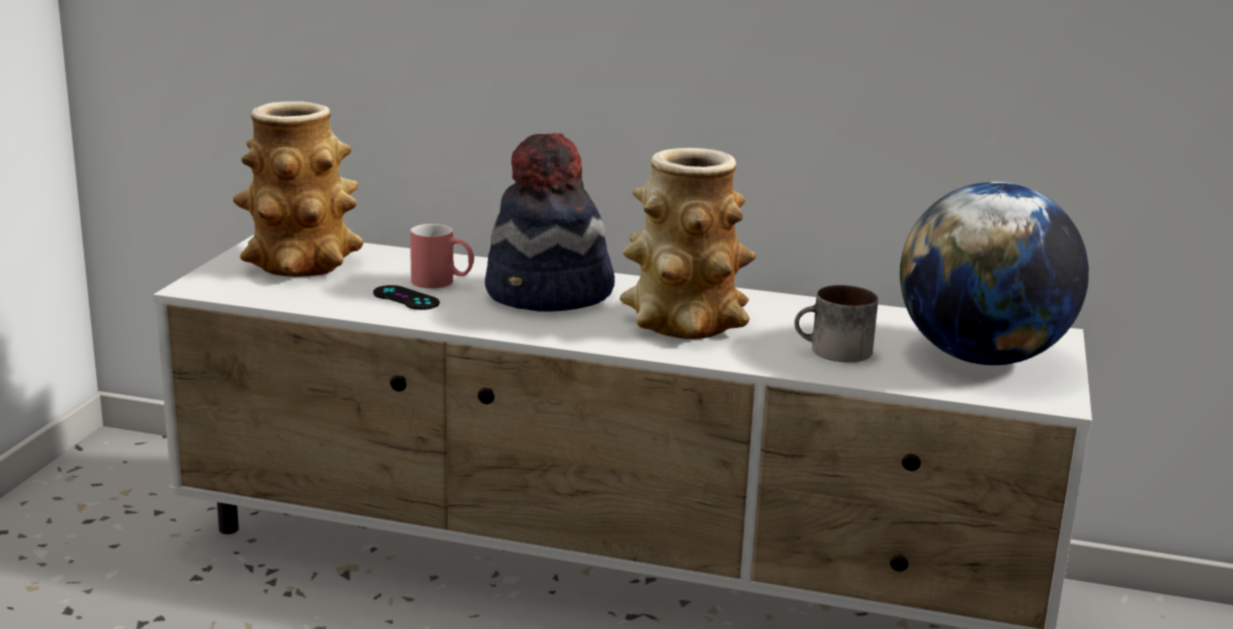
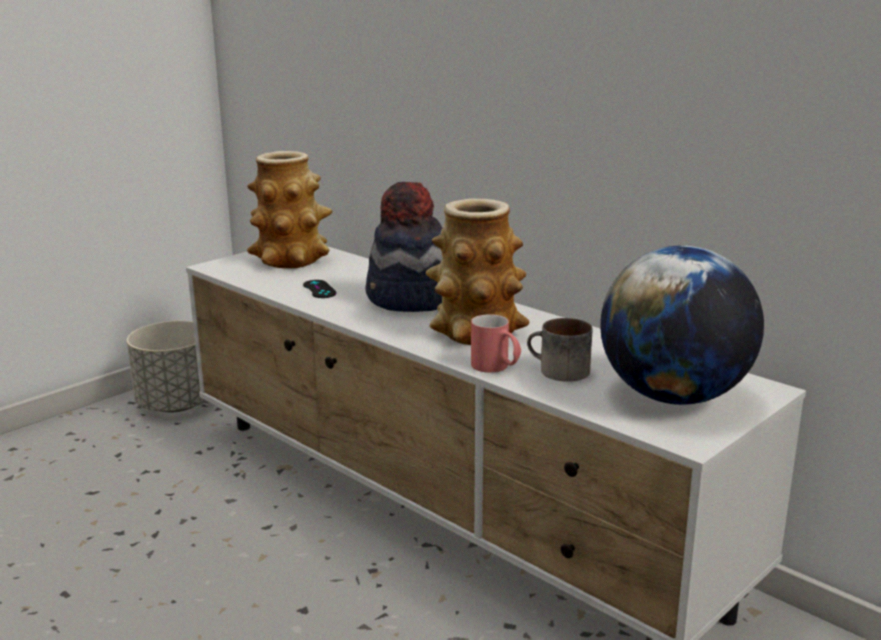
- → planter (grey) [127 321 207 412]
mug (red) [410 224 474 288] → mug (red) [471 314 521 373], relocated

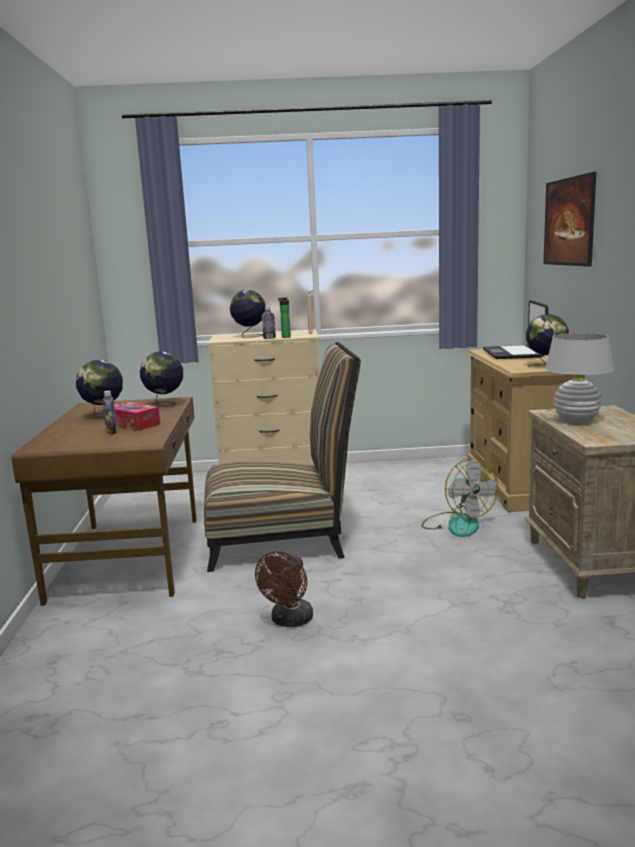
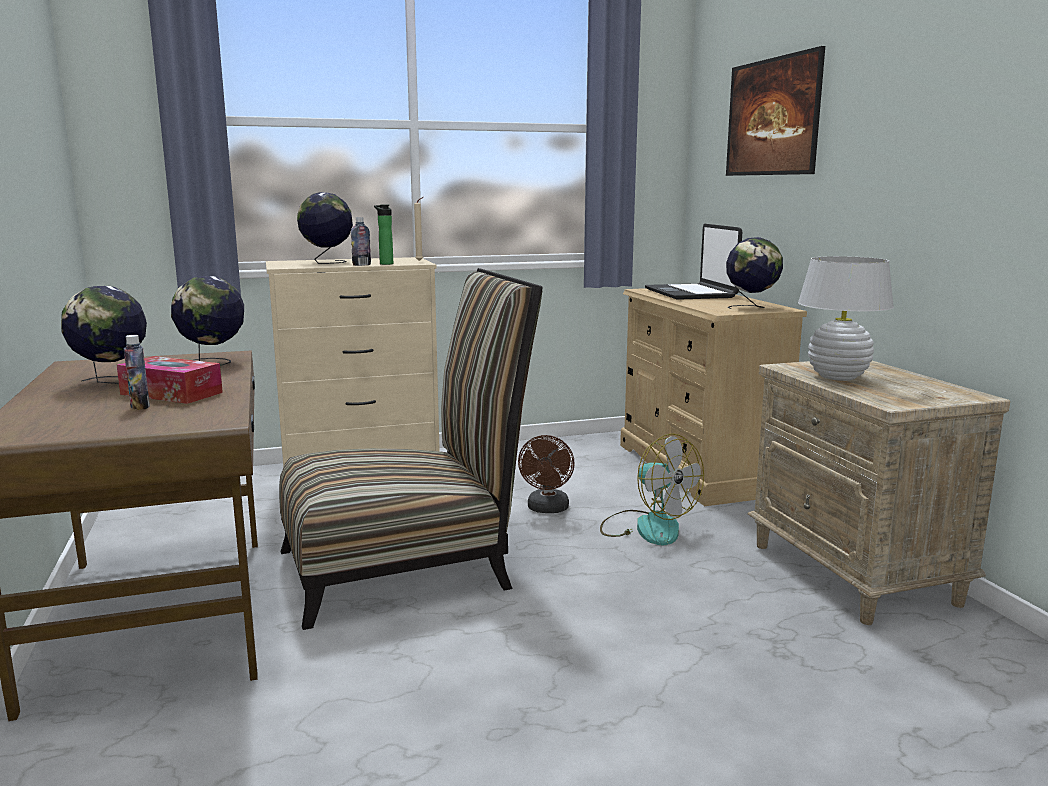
fan (brown) [255 551 313 627] → fan (brown) [518 435 575 513], relocated

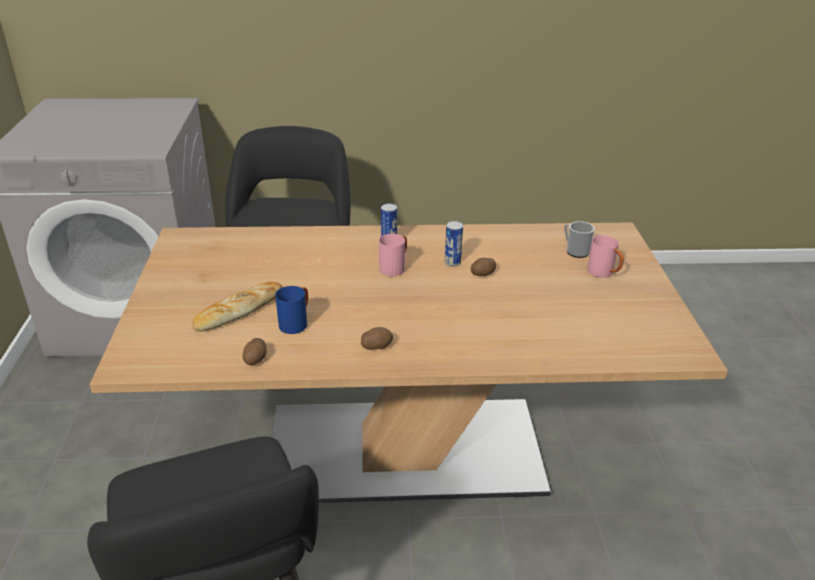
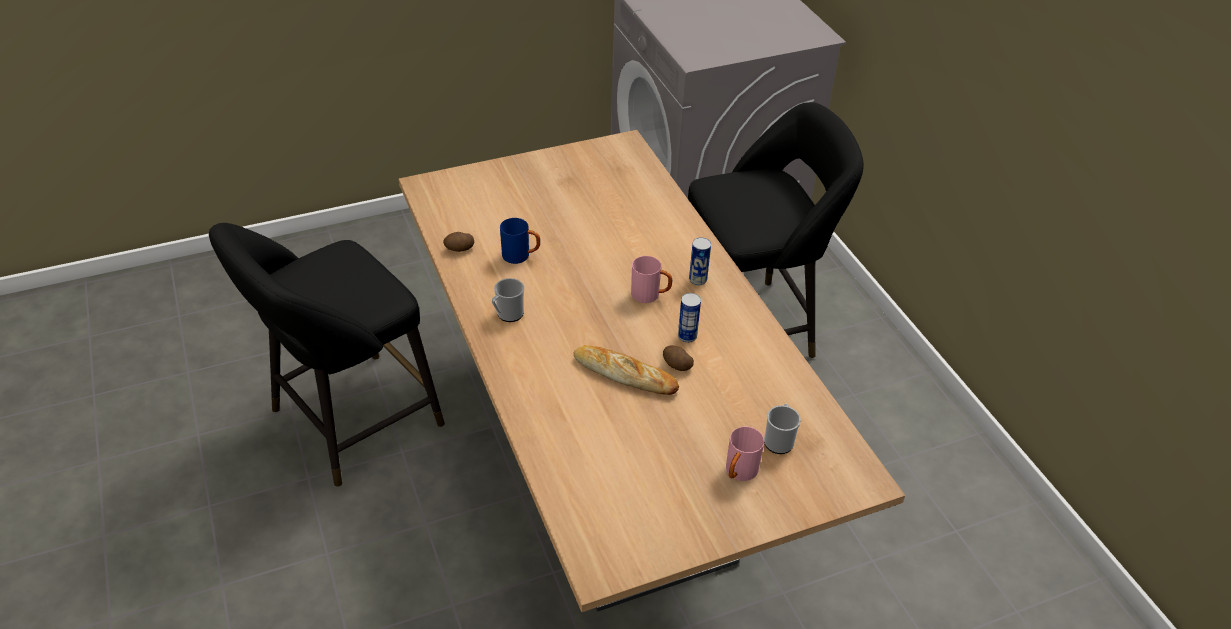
bread [192 282 282 332] → bread [574 345 679 395], relocated
potato [361 327 393 350] → mug [492 278 524 322]

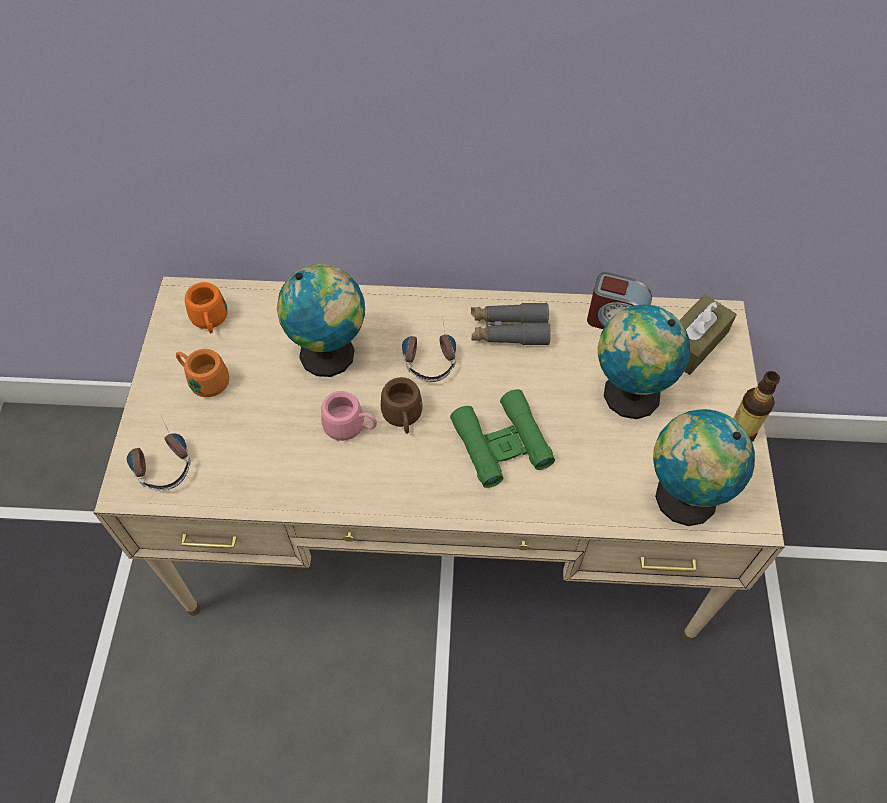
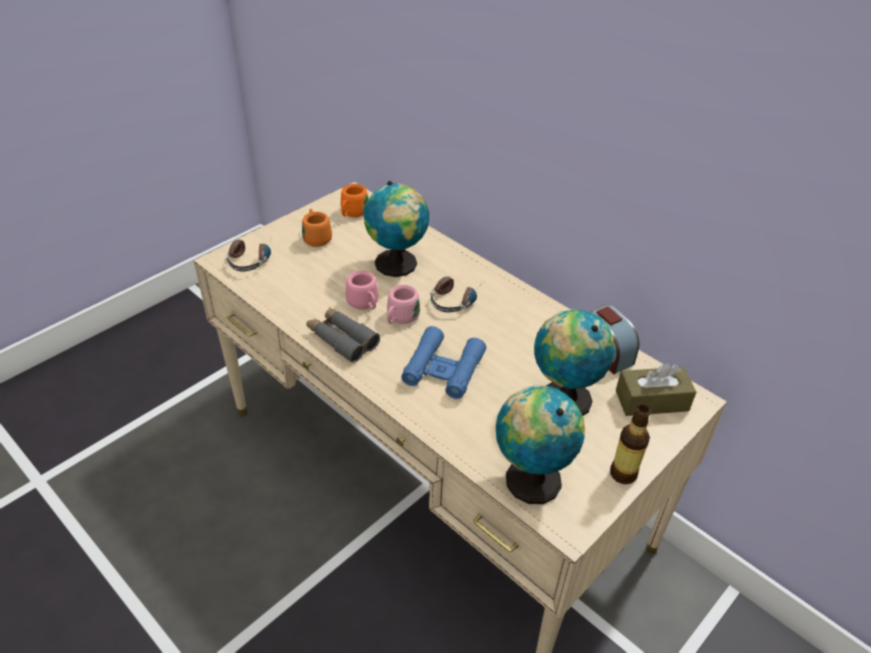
binoculars (grey) [471 302 551 346] → binoculars (grey) [306 307 380 363], relocated
mug (brown) [381 377 423 434] → mug (pink) [387 285 420 324]
binoculars (green) [450 389 555 488] → binoculars (blue) [401 326 486 399]

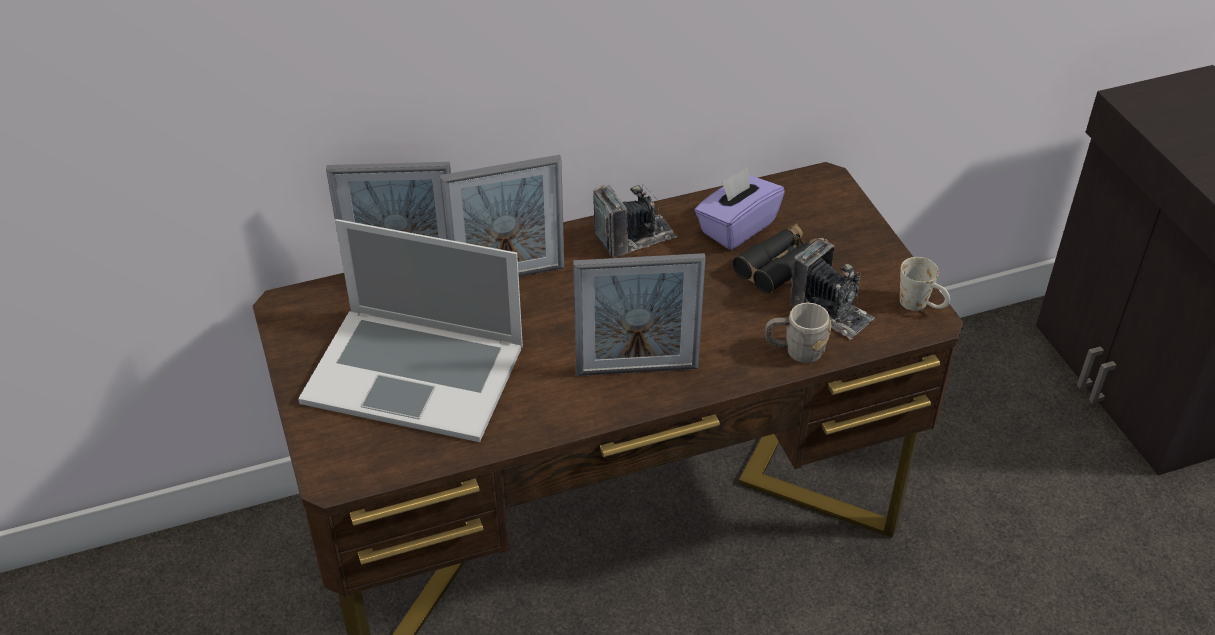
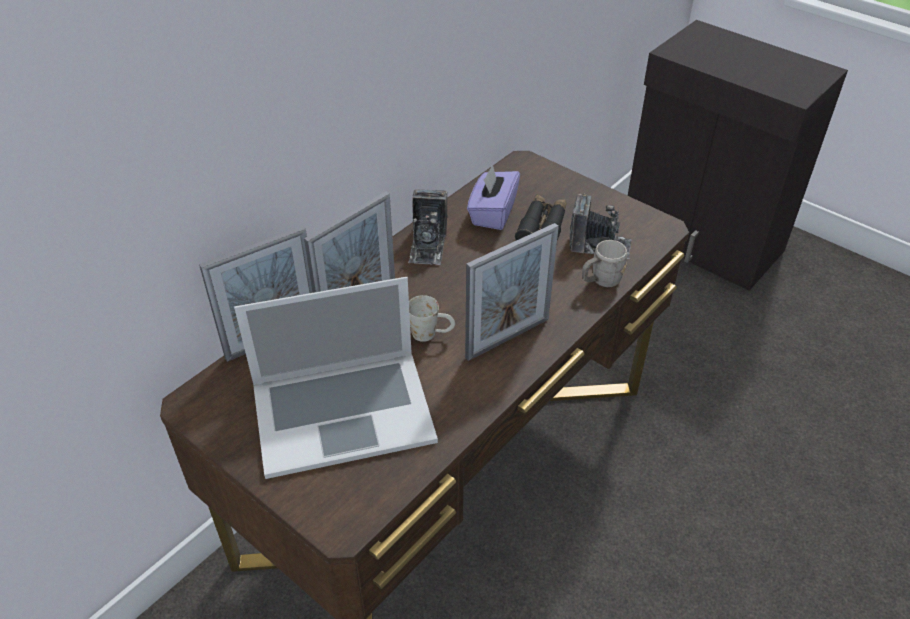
mug (white) [900 257 950 311] → mug (white) [409 295 455 342], relocated
photo camera [593 185 678 258] → photo camera [408 189 447 265], 150 degrees clockwise

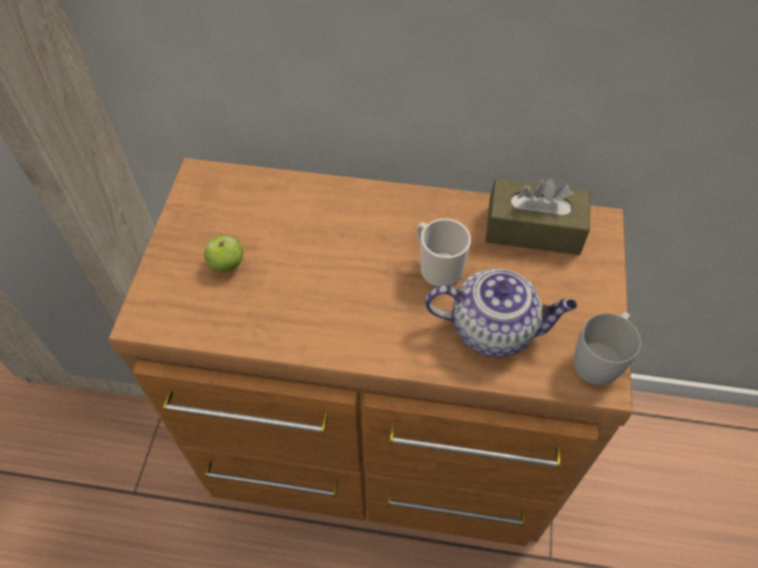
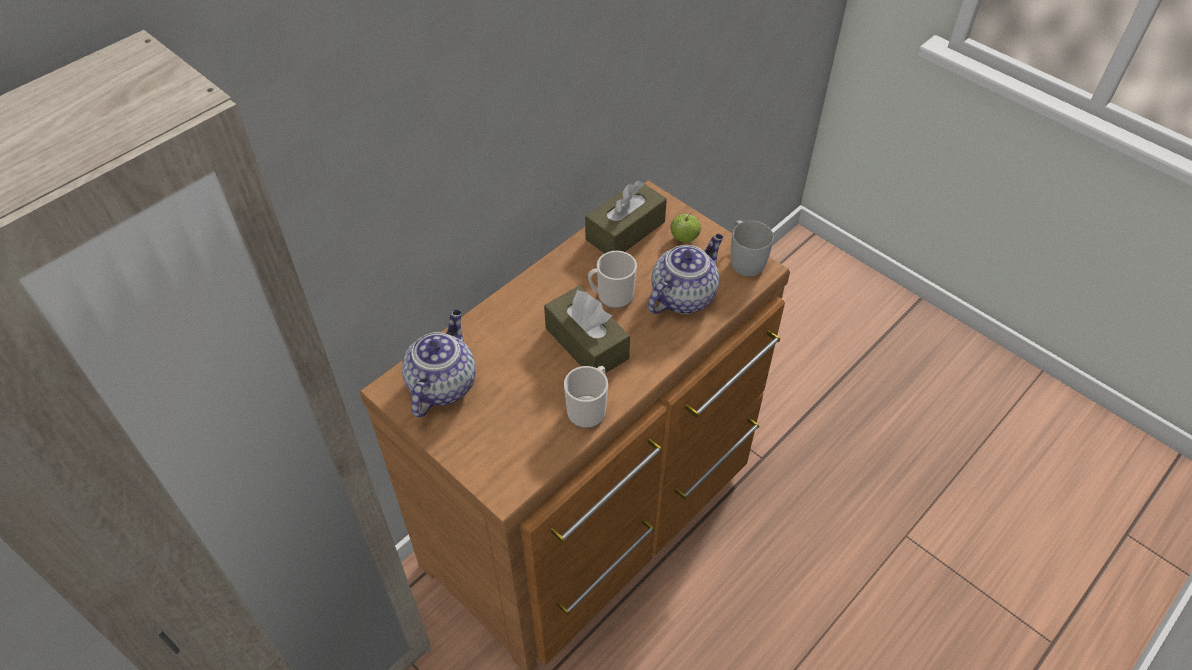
- → teapot [402 310 476 417]
- → tissue box (brown) [544 286 630 373]
- → mug [564 366 608 428]
apple [204 235 243 272] → apple [670 213 701 242], relocated

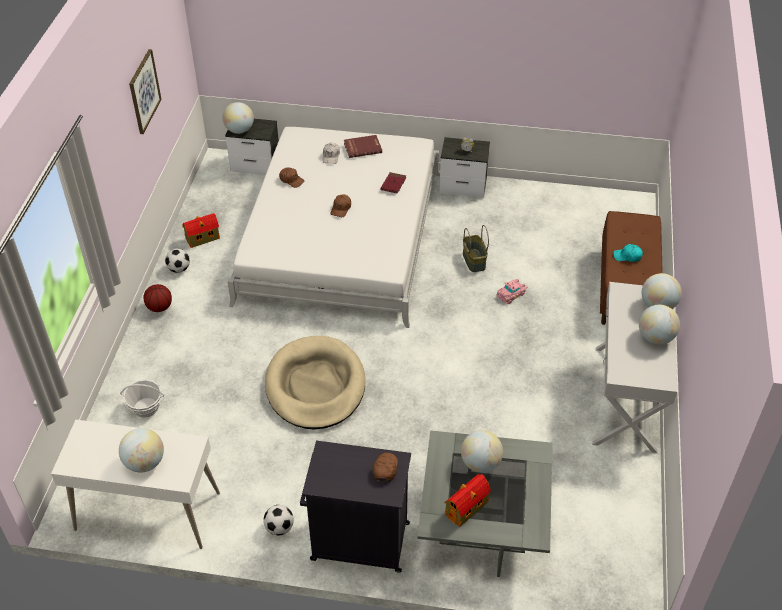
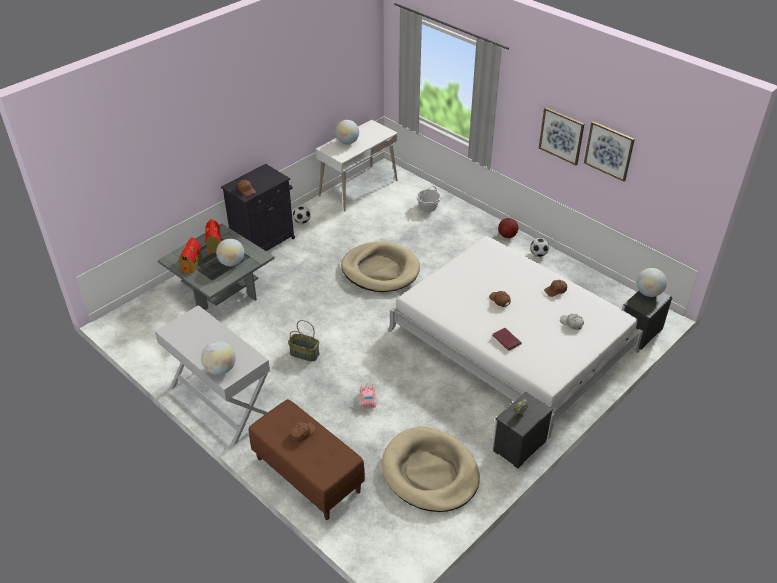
book (red) [344 135 382 158] → -
globe [639 305 680 345] → -
- → dog bed (beige) [382 427 480 512]
- → picture [539 107 584 165]
toy house [183 213 220 248] → toy house [178 238 202 273], relocated
basket [463 225 489 272] → basket [288 320 319 362], relocated
cap (turquoise) [613 244 643 262] → cap (brown) [290 422 316 442]

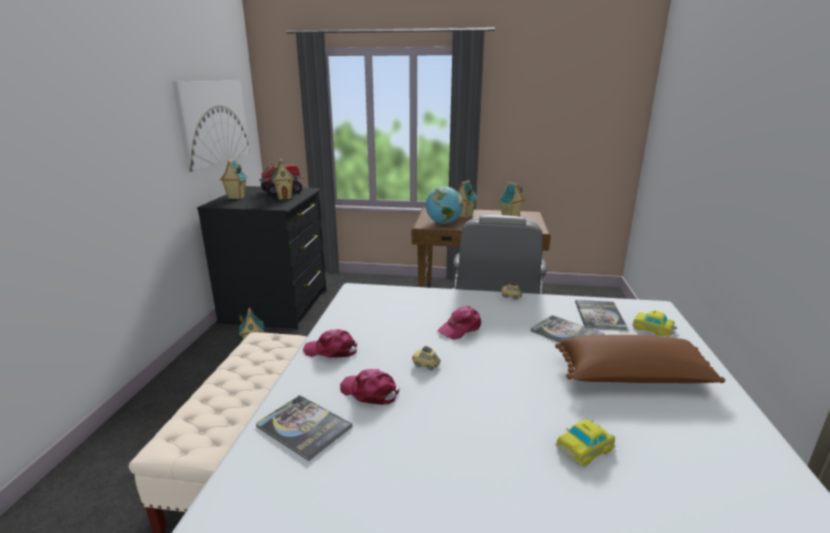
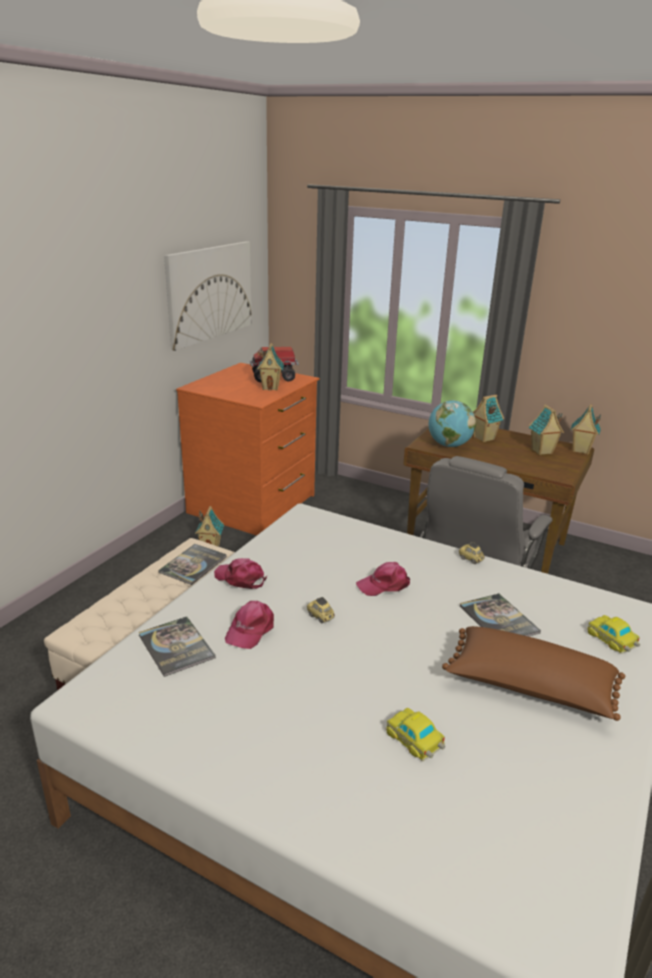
toy house [220 158 248 199] → toy house [571 404 601 454], relocated
book [575 300 628 330] → book [158 544 227 585], relocated
dresser (black) [197 186 326 329] → dresser (orange) [176 363 320 536]
cap (pink) [340 369 400 405] → cap (pink) [225 601 274 649], 120 degrees counterclockwise
toy car [555 420 616 467] → toy car [385 708 445 761], 60 degrees clockwise

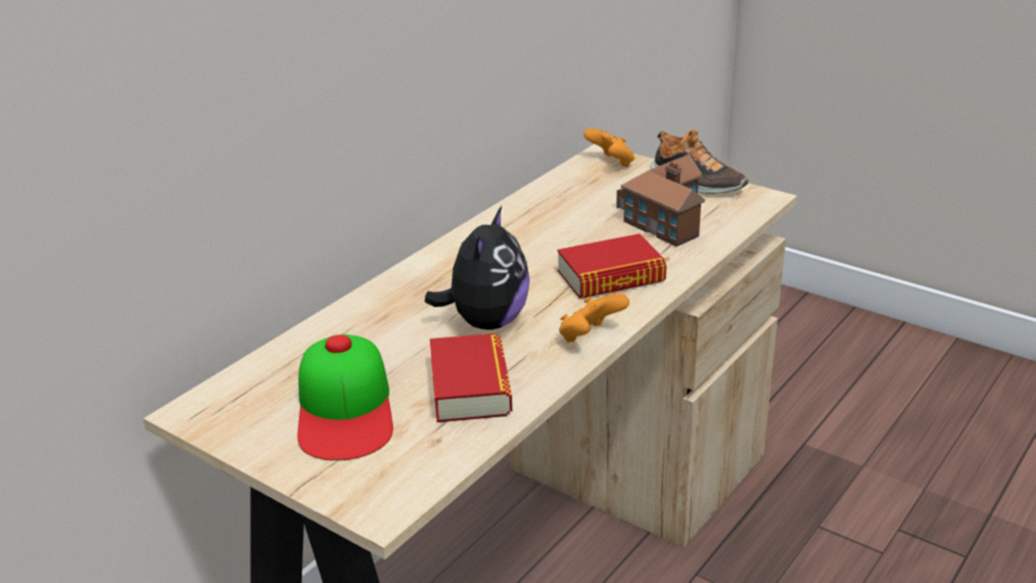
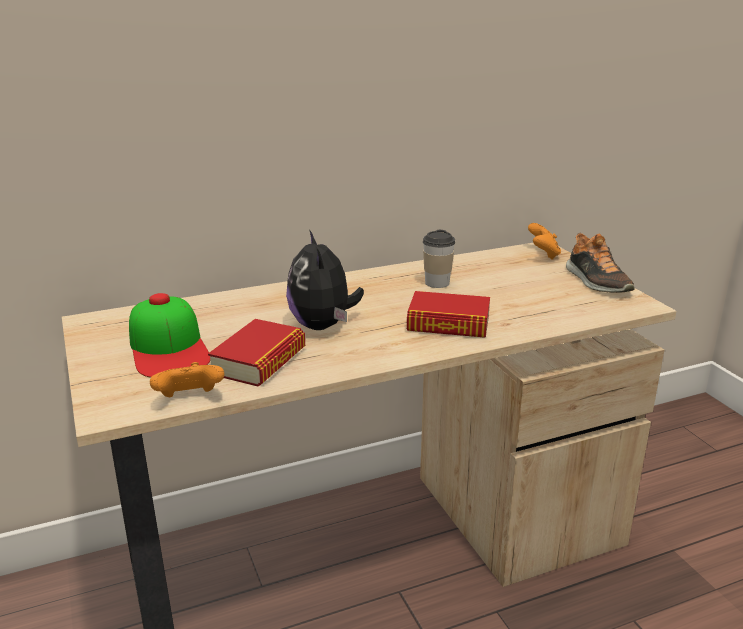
toy house [617 154 705 247] → -
- → cup [423 230 455 288]
game controller (orange) [559 293 629 343] → game controller (orange) [150 362 224 397], relocated
cap [297 334 393 461] → cap [129 293 210 378], 45 degrees counterclockwise
plush toy [424 206 530 330] → plush toy [286 230 364 330], 120 degrees clockwise

